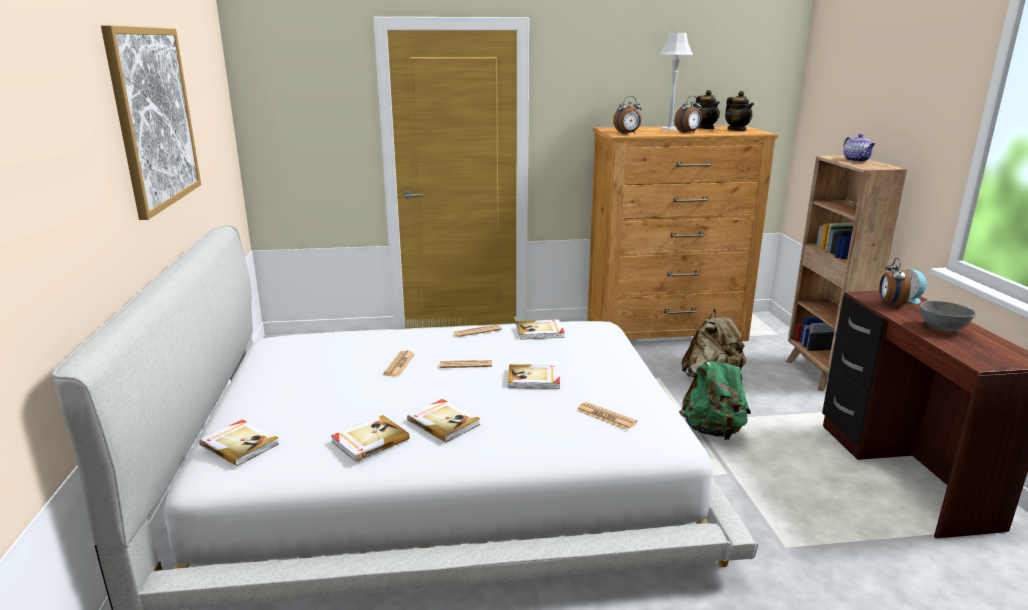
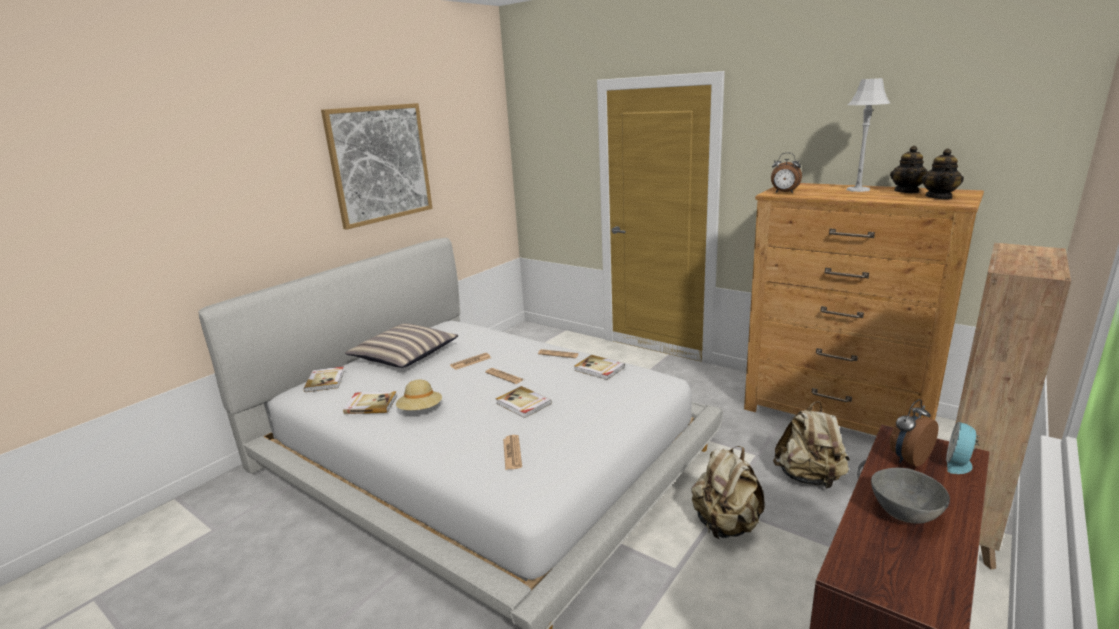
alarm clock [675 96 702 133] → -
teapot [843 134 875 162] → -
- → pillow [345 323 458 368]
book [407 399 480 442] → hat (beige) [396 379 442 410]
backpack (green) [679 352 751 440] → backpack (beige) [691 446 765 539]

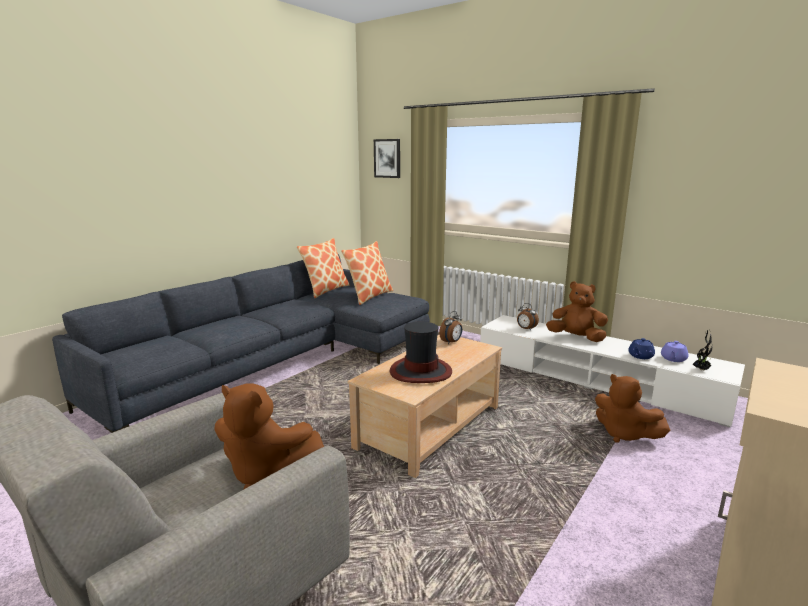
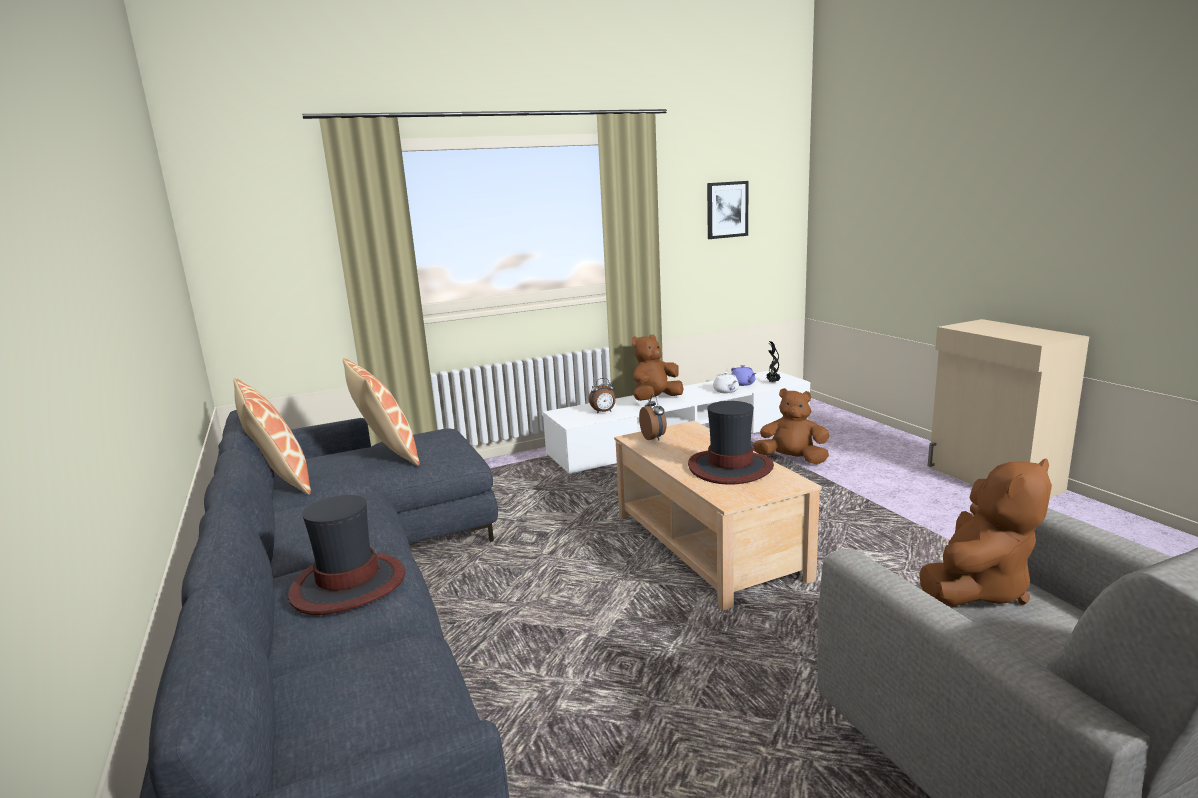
- → hat [288 495 405 615]
picture [374 139 400 178] → picture [707 181 749 239], relocated
teapot (blue) [628 338 655 359] → teapot (white) [713 372 739 393]
plush toy (brown) [595 374 670 443] → plush toy (brown) [753 388 829 464], 150 degrees counterclockwise

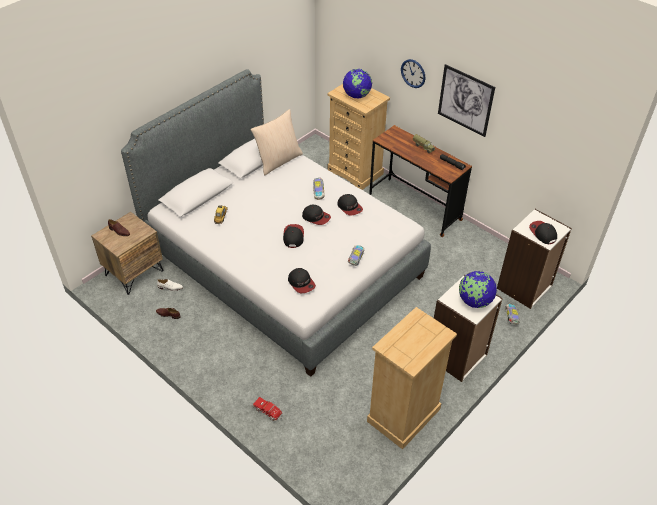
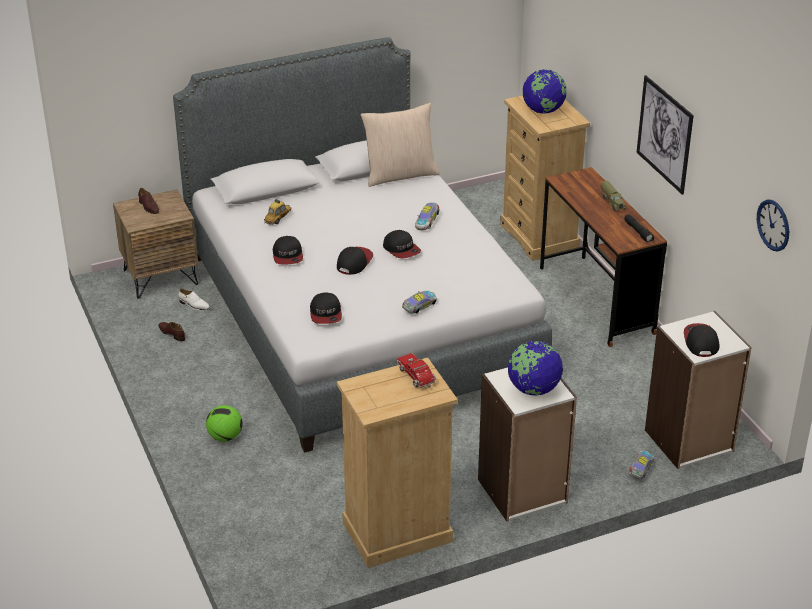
- → football [206 405 242 442]
toy truck [253 397 283 421] → toy truck [397 353 436 388], relocated
cap [337 194 363 216] → cap [273 236 303 265], relocated
wall clock [401 59 425 88] → wall clock [757 200 789 252], relocated

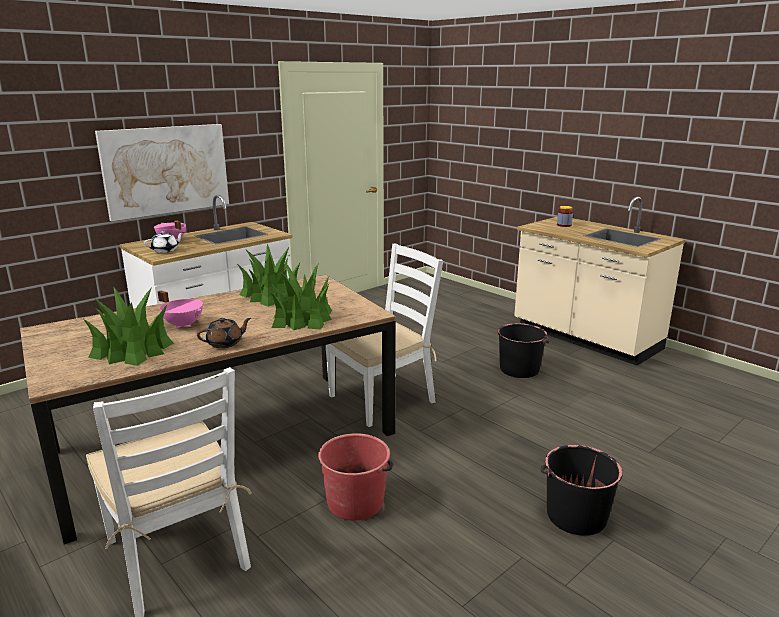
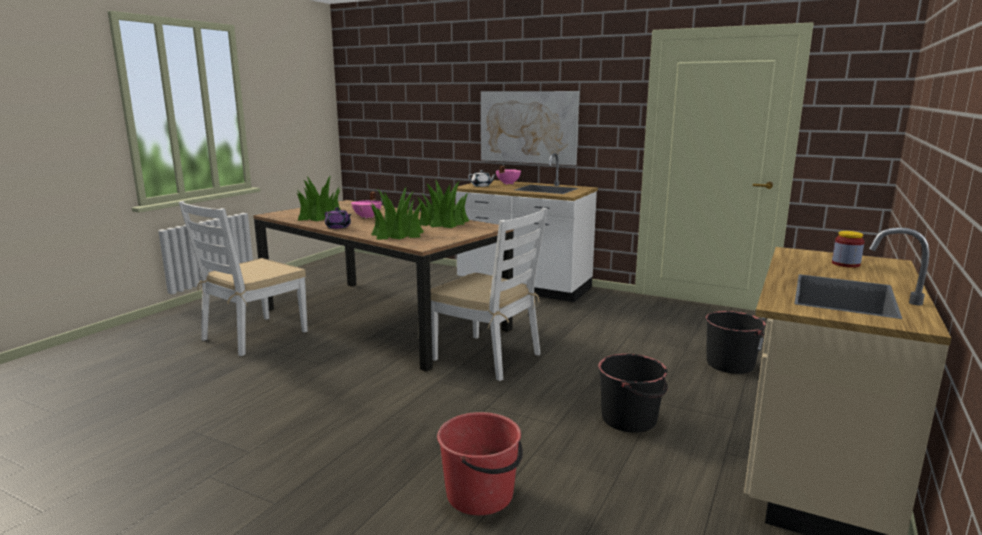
bucket (red) [318 433 393 521] → bucket (red) [437 412 523 515], relocated
bucket (black) [541 445 623 536] → bucket (black) [705 311 766 374], relocated
teapot (brown) [197 318 251 348] → teapot (purple) [325 207 352 229]

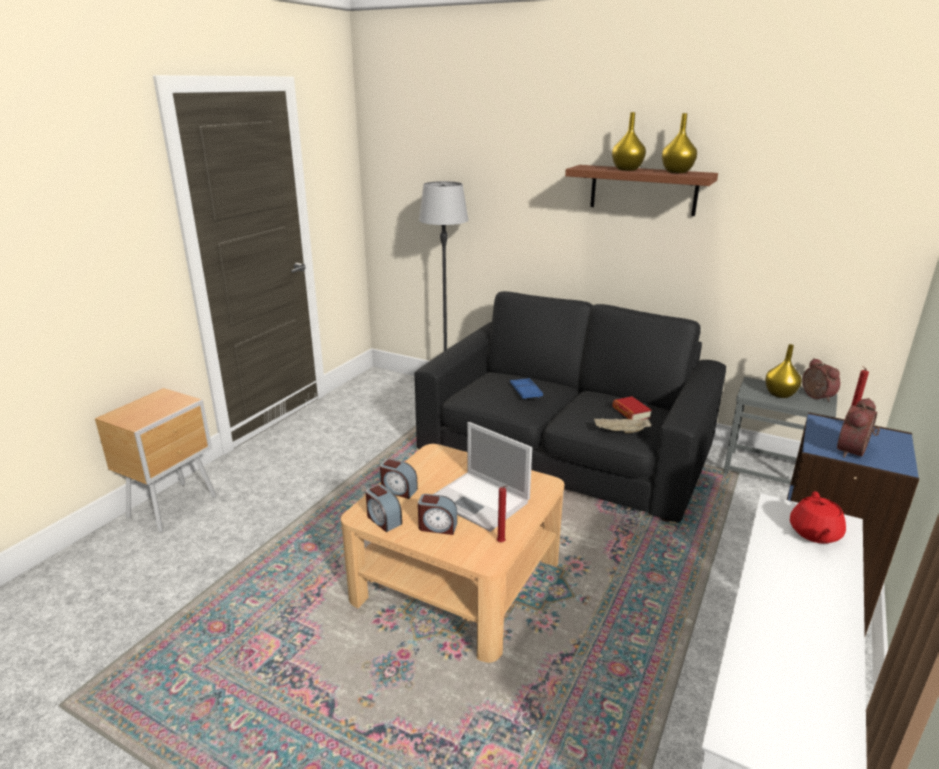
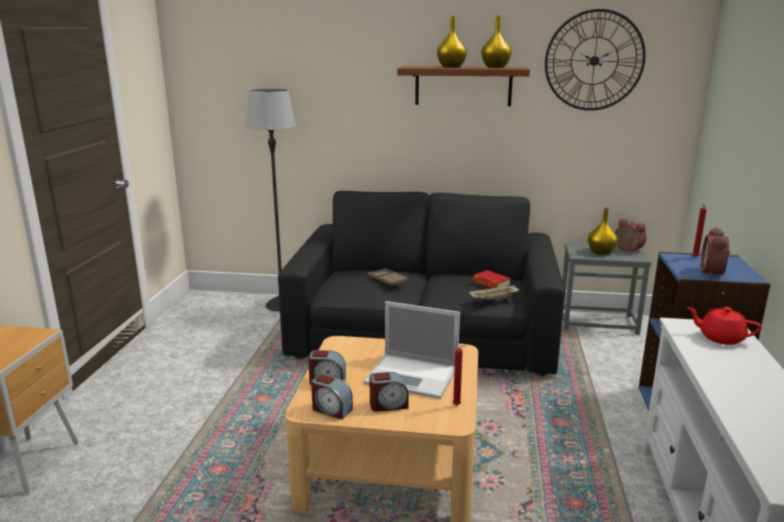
- → wall clock [545 9 646 111]
tray (blue) [510 378 543 400] → tray (brown) [368 268 409 286]
teapot (red) [790 491 846 544] → teapot (red) [687 307 762 345], 120 degrees clockwise

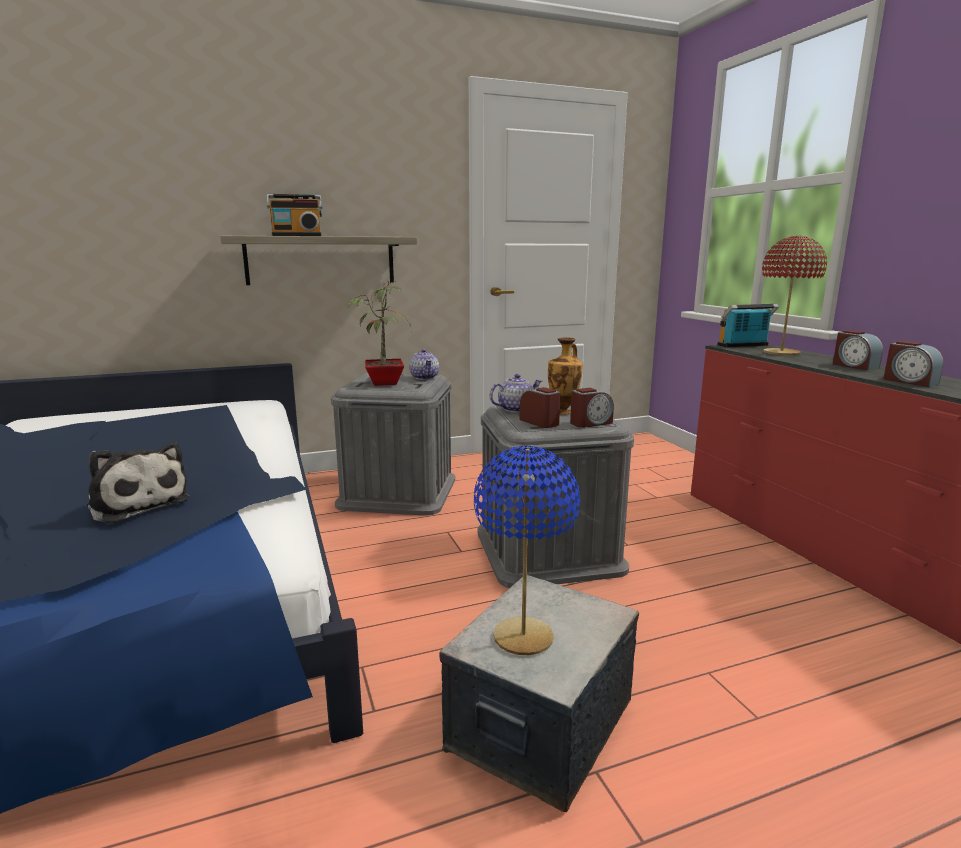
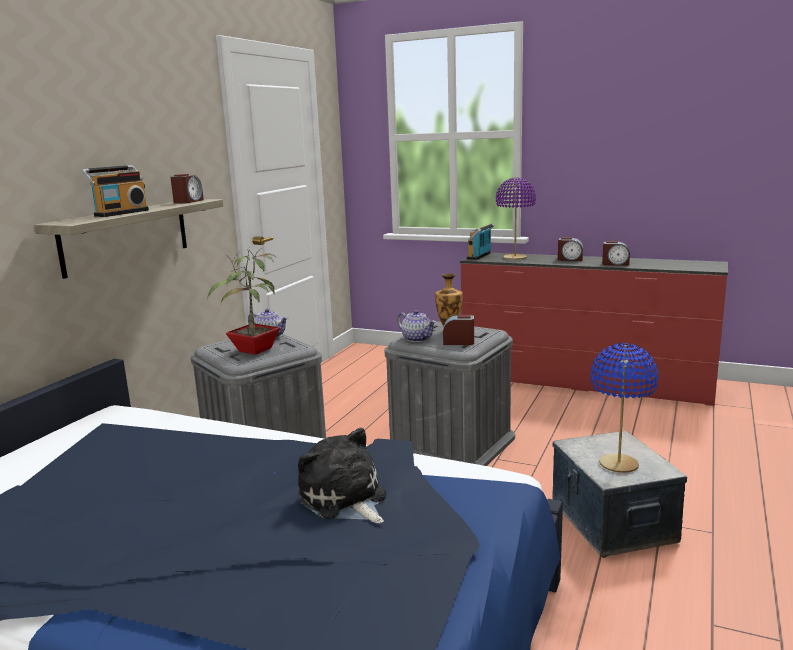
alarm clock [570 388 614 428] → alarm clock [170 174 204 204], relocated
table lamp (red) [762 236 827 355] → table lamp (purple) [496 178 536 260]
plush toy [87 442 189 524] → plush toy [298 428 386 523], 120 degrees counterclockwise
teapot [490 374 542 413] → teapot [397 310 436 342], 120 degrees clockwise

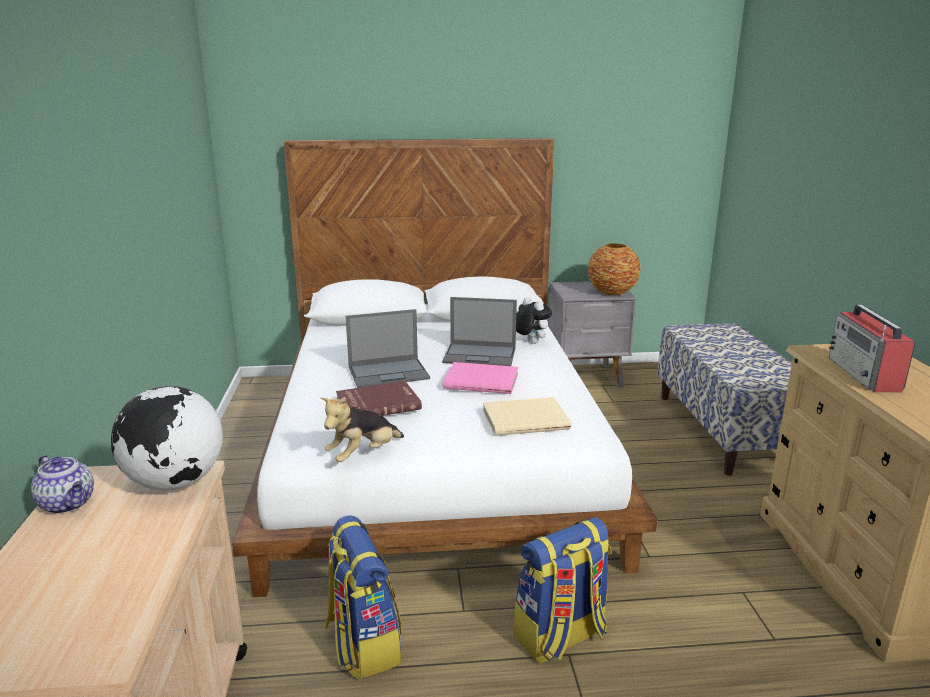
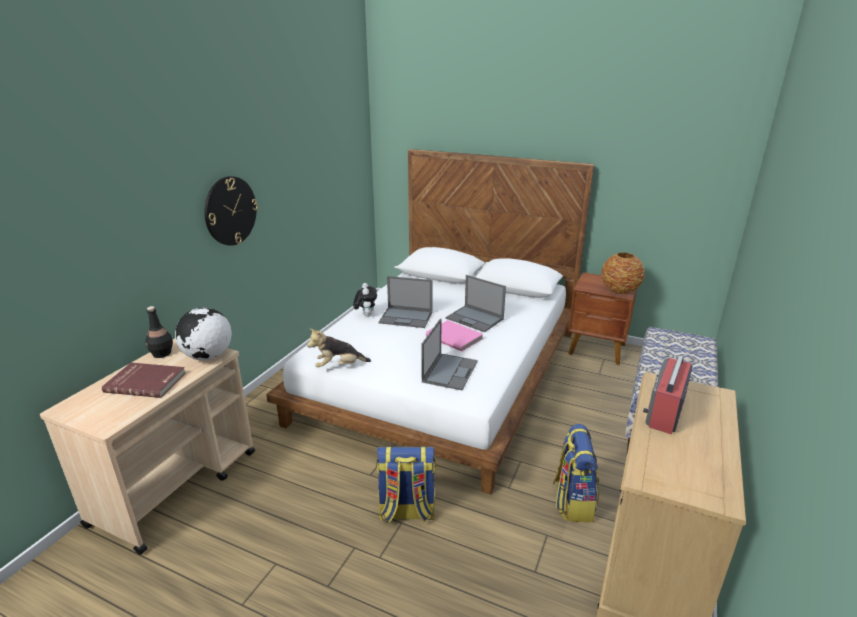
- → wall clock [204 176 258 246]
backpack [326 515 402 679] → backpack [553 424 599 522], relocated
book (red) [336 381 422 416] → book (red) [102 363 185 398], relocated
plush toy [516 297 552 344] → plush toy [353 283 377 317], relocated
teapot [31 455 94 514] → bottle (black) [145 306 173 358]
book (beige) [483 397 571 436] → laptop [421 319 478 390]
nightstand (grey) [548 281 636 388] → nightstand (brown) [568 272 637 365]

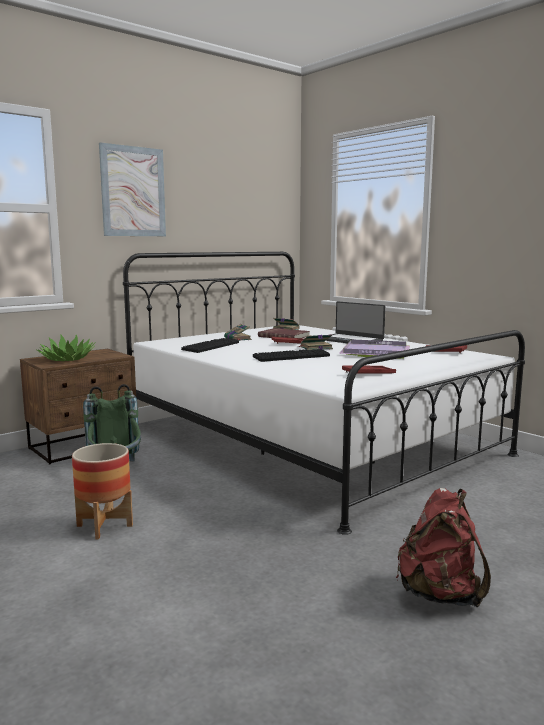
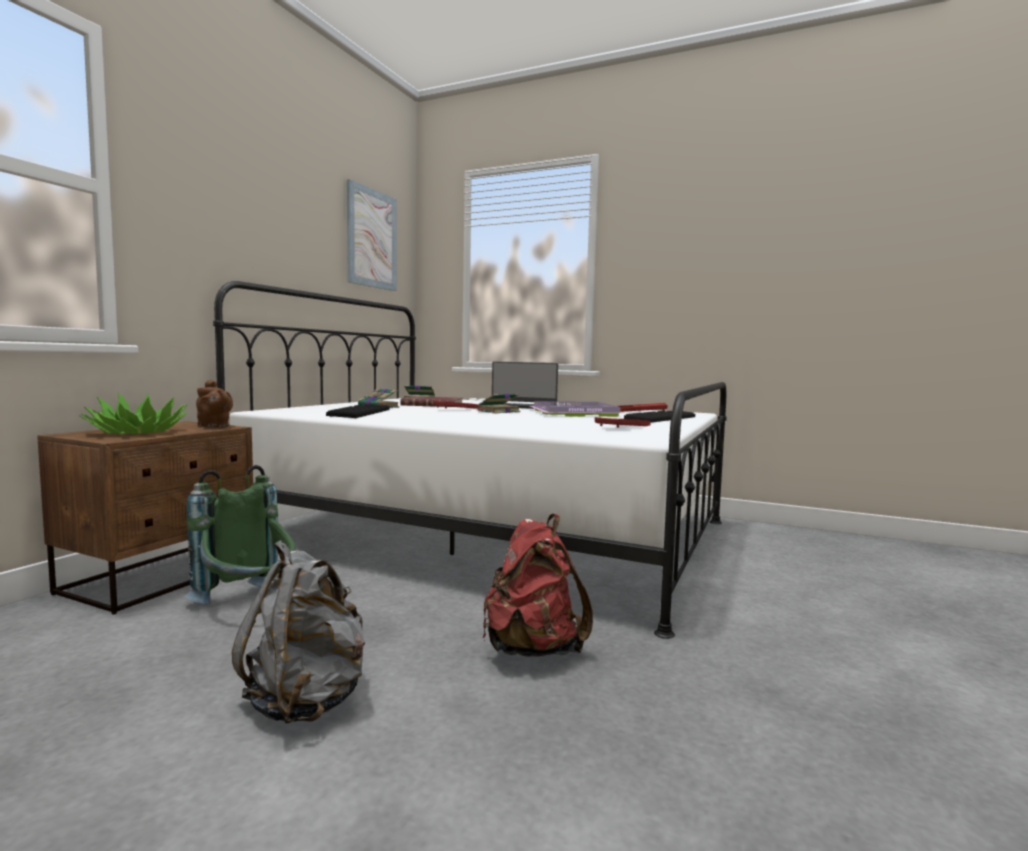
- → teapot (brown) [196 380 233 427]
picture [99 142 166 236] → picture [347 179 396 291], relocated
keyboard [253 349 330 362] → keyboard [624 411 695 423], relocated
backpack (red) [396 488 491 607] → backpack (red) [482 514 593 657], relocated
planter [72 443 133 539] → backpack (grey) [232 540 365 723]

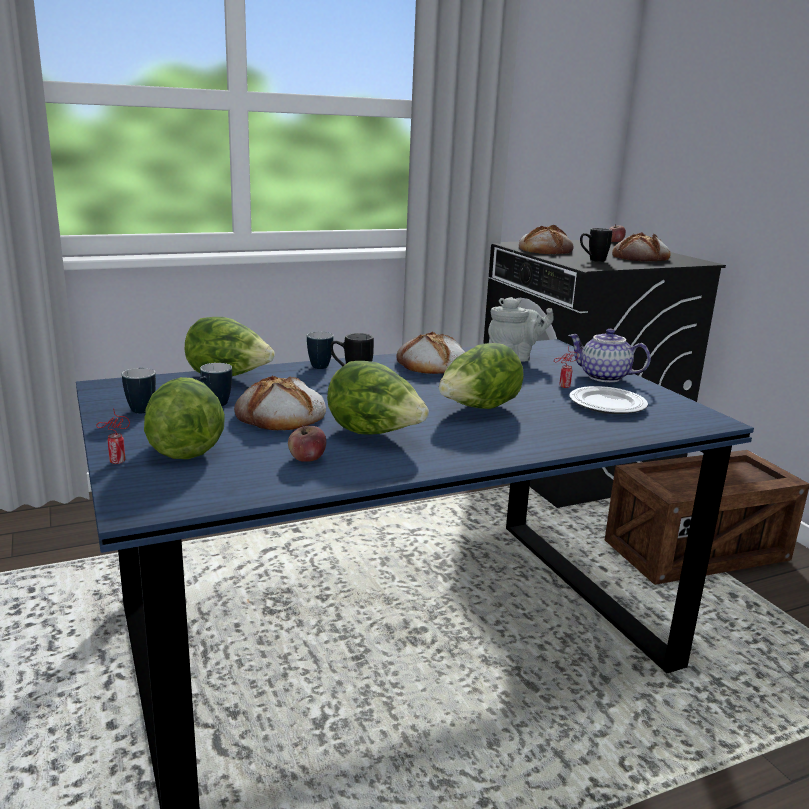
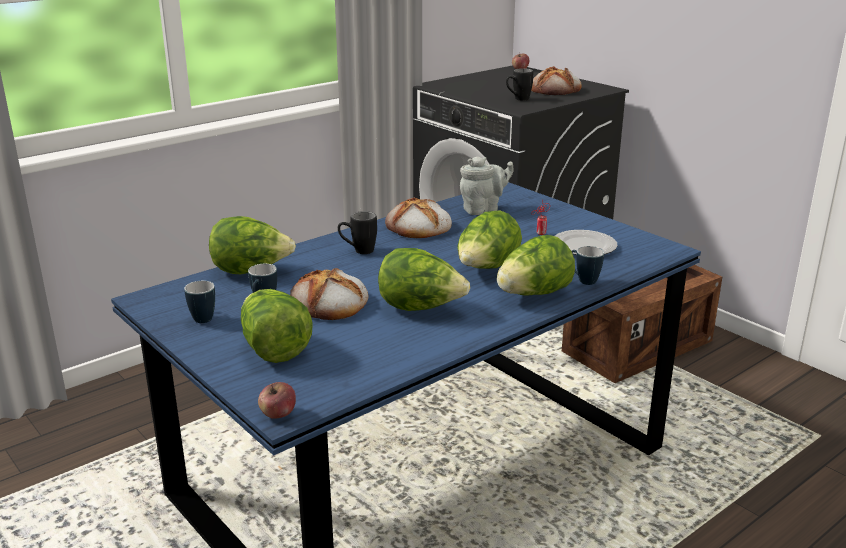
can [96 408 130 464] → -
bread [519 225 574 254] → -
teapot [568 329 651 382] → -
- → lettuce [497 235 575 296]
apple [288 425 326 462] → apple [258 382 296 419], relocated
mug [307 332 334 369] → mug [572 246 604 285], relocated

